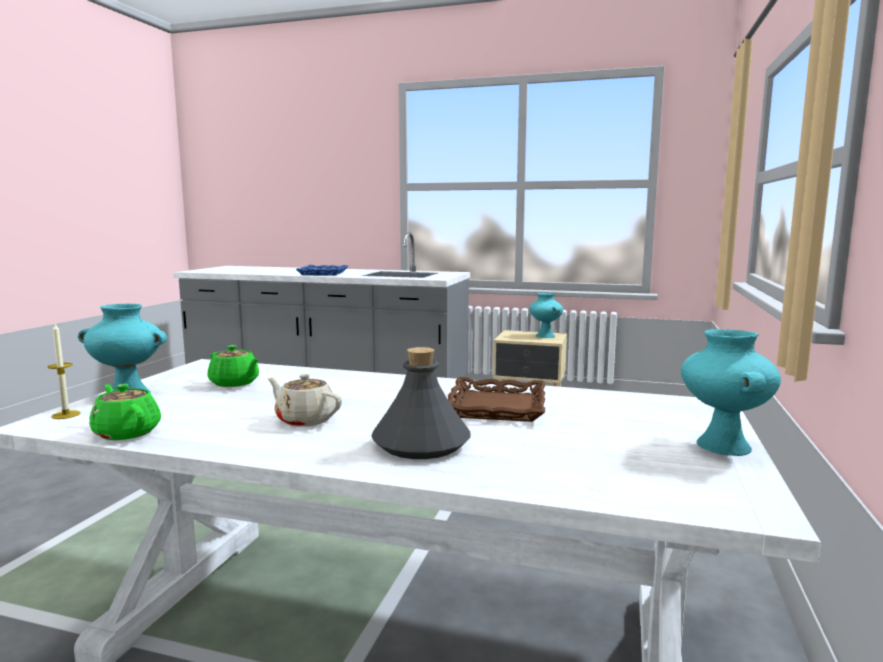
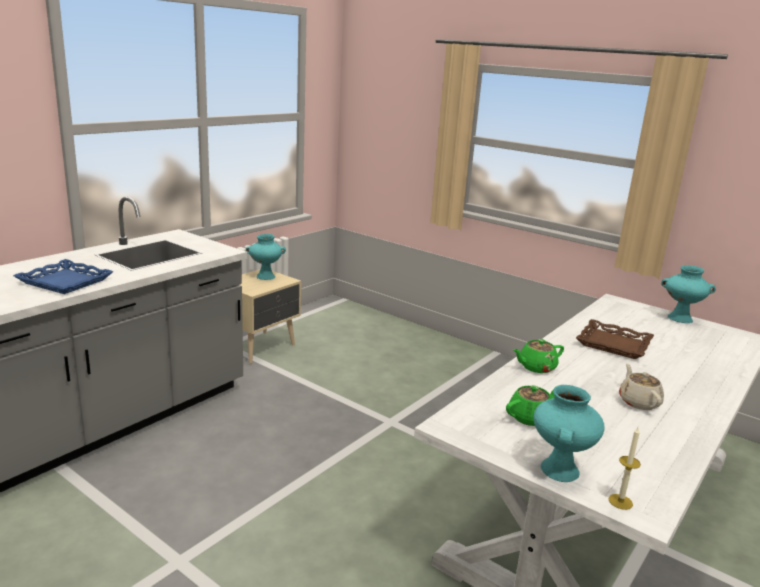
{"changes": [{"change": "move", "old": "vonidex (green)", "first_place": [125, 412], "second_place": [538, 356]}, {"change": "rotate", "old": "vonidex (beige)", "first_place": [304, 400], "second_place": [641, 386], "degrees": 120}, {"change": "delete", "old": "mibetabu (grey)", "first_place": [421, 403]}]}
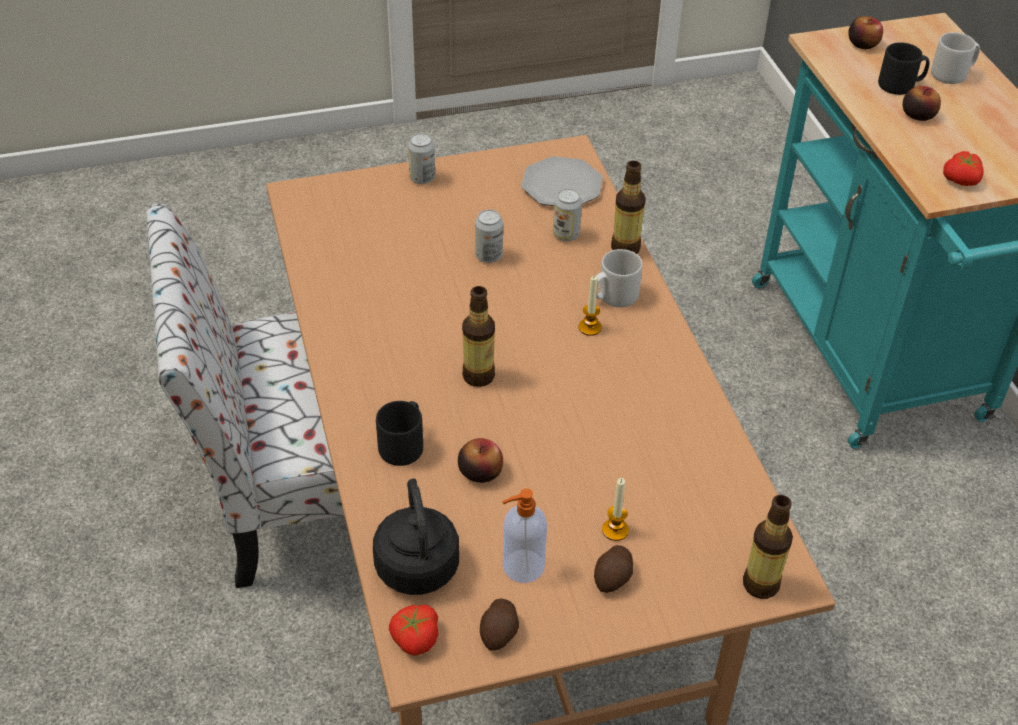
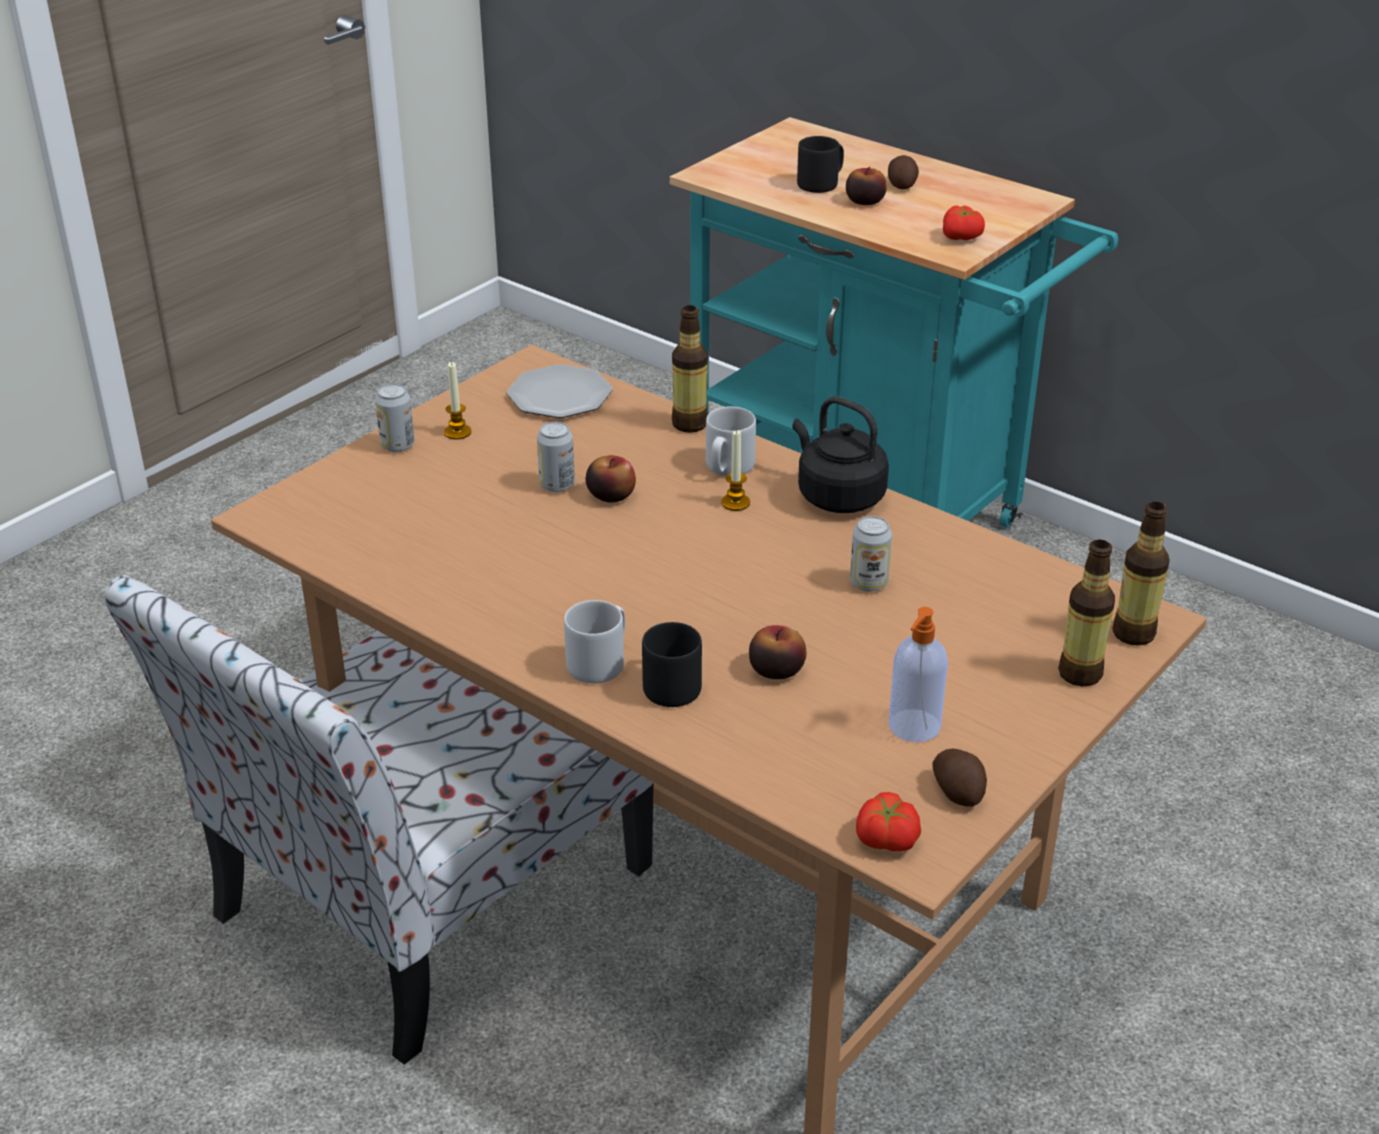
{"changes": [{"change": "move", "old": "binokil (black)", "first_place": [416, 537], "second_place": [841, 455]}, {"change": "move", "old": "mibetabu", "first_place": [478, 336], "second_place": [1086, 613]}, {"change": "move", "old": "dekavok", "first_place": [567, 215], "second_place": [871, 554]}, {"change": "move", "old": "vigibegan", "first_place": [613, 569], "second_place": [903, 172]}, {"change": "move", "old": "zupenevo", "first_place": [615, 509], "second_place": [457, 400]}, {"change": "move", "old": "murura", "first_place": [865, 32], "second_place": [611, 479]}, {"change": "move", "old": "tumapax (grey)", "first_place": [955, 58], "second_place": [594, 642]}]}
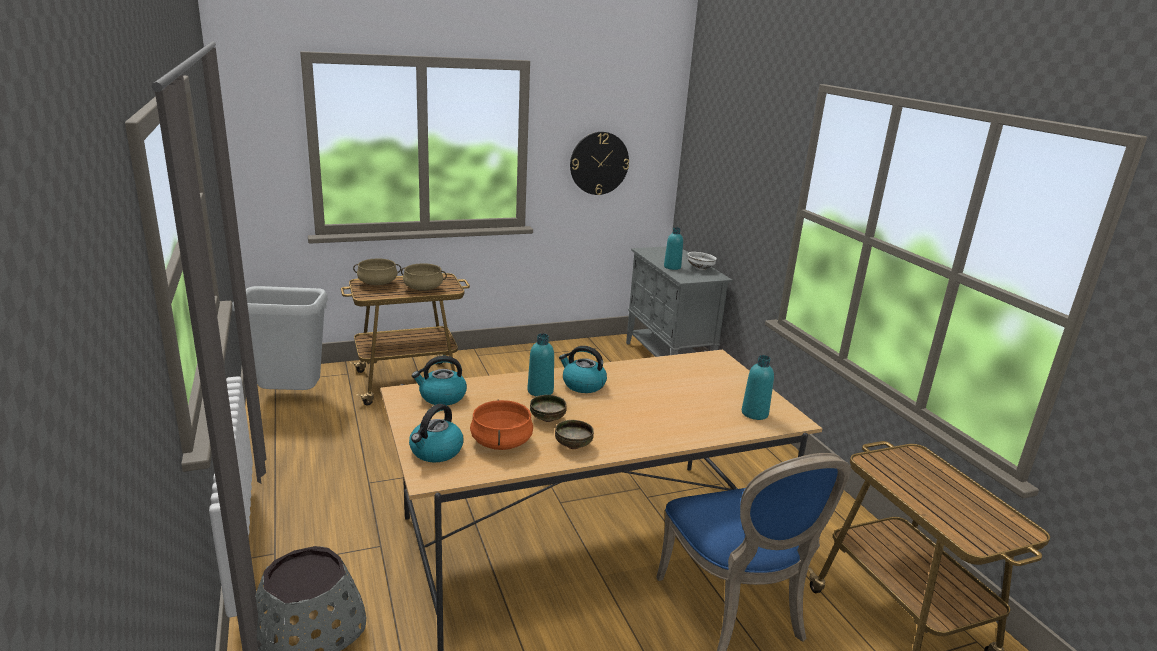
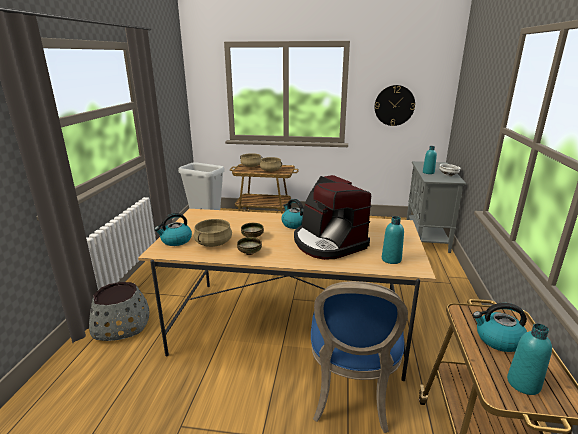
{"changes": [{"change": "move", "old": "binokil", "first_place": [439, 380], "second_place": [500, 327]}, {"change": "recolor", "old": "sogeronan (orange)", "new": "sogeronan (beige)", "first_place": [501, 425], "second_place": [213, 233]}, {"change": "move", "old": "mibetabu (turquoise)", "first_place": [541, 364], "second_place": [529, 359]}, {"change": "insert", "new": "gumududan", "second_place": [333, 217]}]}
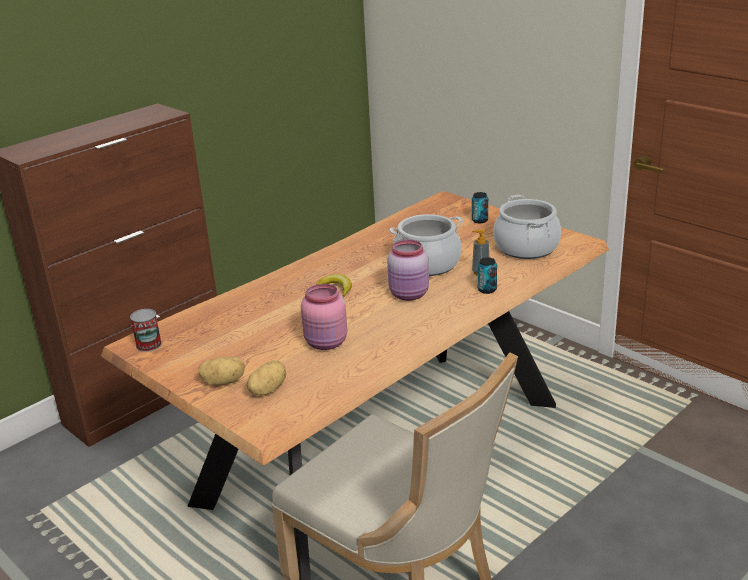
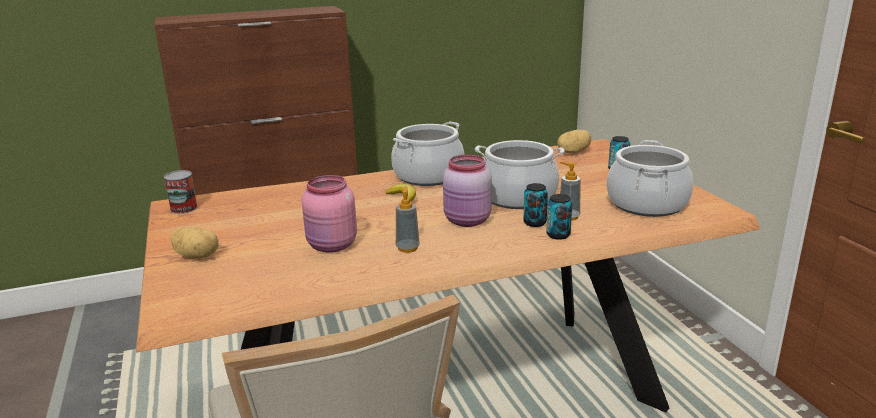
{"changes": [{"change": "move", "old": "vigibegan", "first_place": [266, 378], "second_place": [574, 142]}, {"change": "insert", "new": "sogeronan", "second_place": [428, 154]}, {"change": "insert", "new": "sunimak", "second_place": [408, 219]}, {"change": "insert", "new": "dekavok", "second_place": [535, 205]}]}
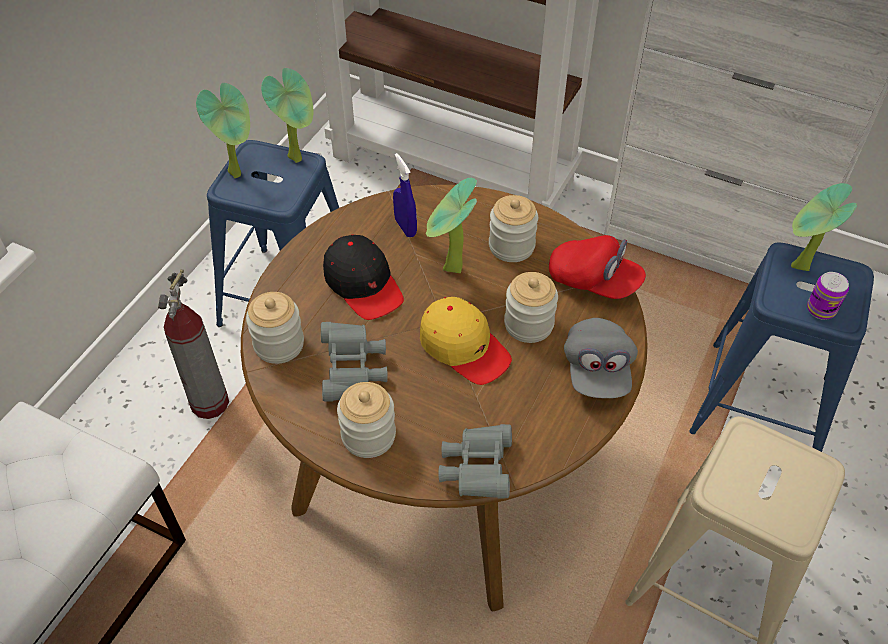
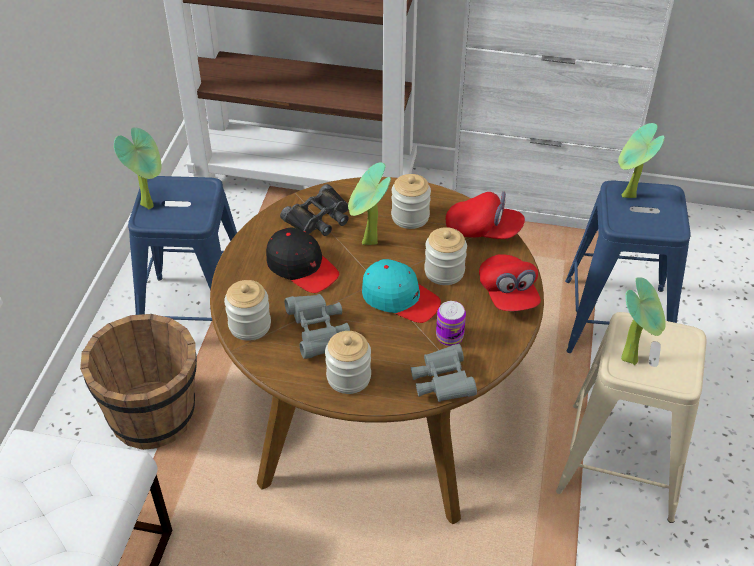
{"changes": [{"change": "replace", "old": "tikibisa", "new": "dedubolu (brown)", "first_place": [193, 344], "second_place": [138, 382]}, {"change": "move", "old": "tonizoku", "first_place": [287, 115], "second_place": [643, 321]}, {"change": "replace", "old": "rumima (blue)", "new": "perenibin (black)", "first_place": [405, 195], "second_place": [314, 210]}, {"change": "recolor", "old": "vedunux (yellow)", "new": "vedunux (turquoise)", "first_place": [466, 341], "second_place": [401, 291]}, {"change": "recolor", "old": "vedunux (grey)", "new": "vedunux (red)", "first_place": [601, 358], "second_place": [510, 282]}, {"change": "move", "old": "dekavok", "first_place": [828, 296], "second_place": [451, 323]}]}
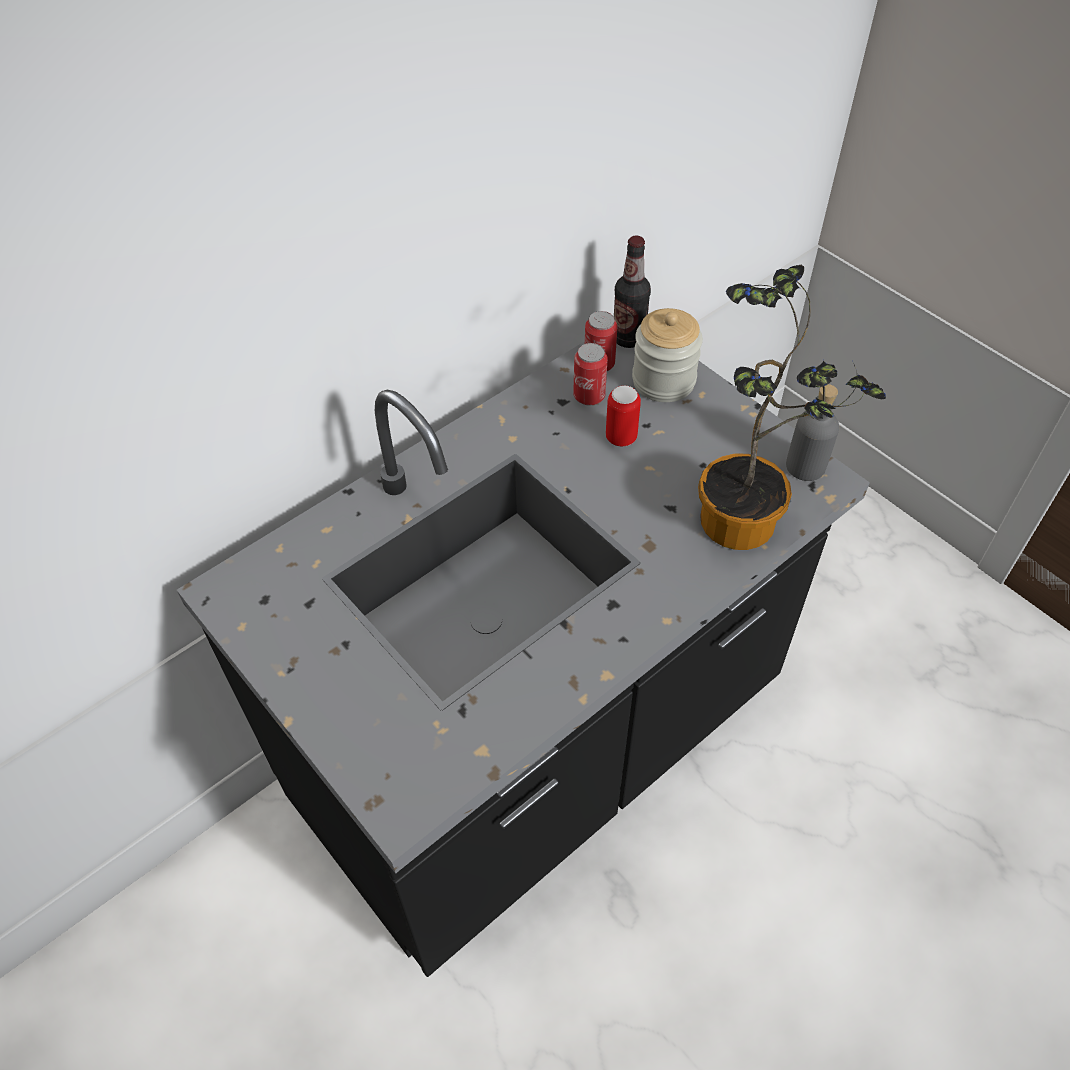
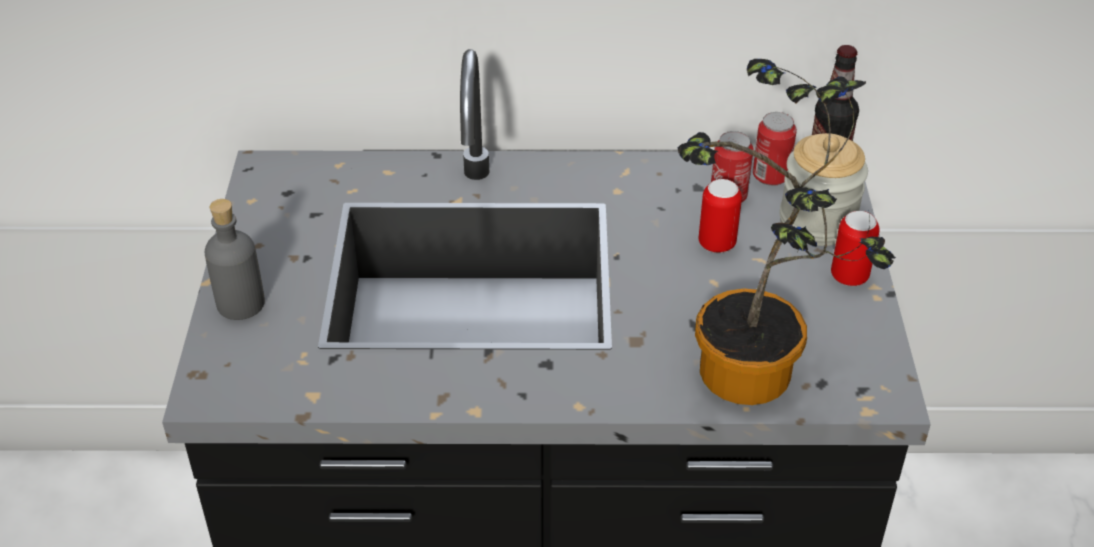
{"changes": [{"change": "move", "old": "mibetabu (grey)", "first_place": [812, 432], "second_place": [234, 259]}, {"change": "insert", "new": "dekavok", "second_place": [855, 248]}]}
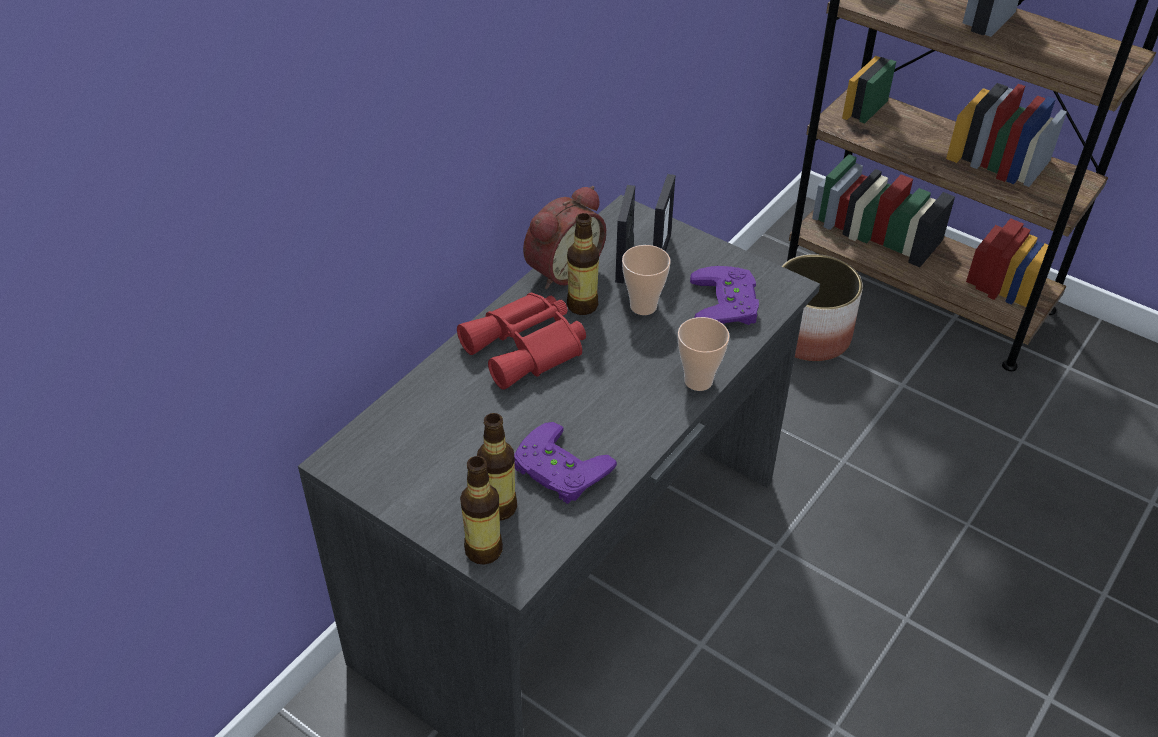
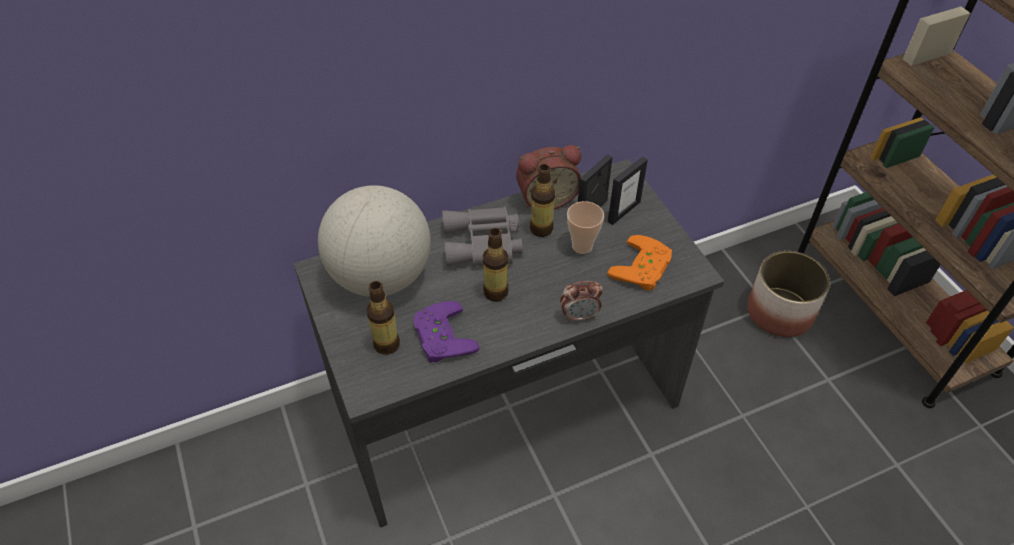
{"changes": [{"change": "recolor", "old": "perenibin (red)", "new": "perenibin (grey)", "first_place": [521, 341], "second_place": [482, 237]}, {"change": "move", "old": "mibetabu", "first_place": [481, 510], "second_place": [496, 265]}, {"change": "replace", "old": "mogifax", "new": "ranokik", "first_place": [704, 354], "second_place": [581, 301]}, {"change": "recolor", "old": "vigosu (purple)", "new": "vigosu (orange)", "first_place": [724, 295], "second_place": [639, 263]}, {"change": "insert", "new": "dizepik", "second_place": [374, 241]}]}
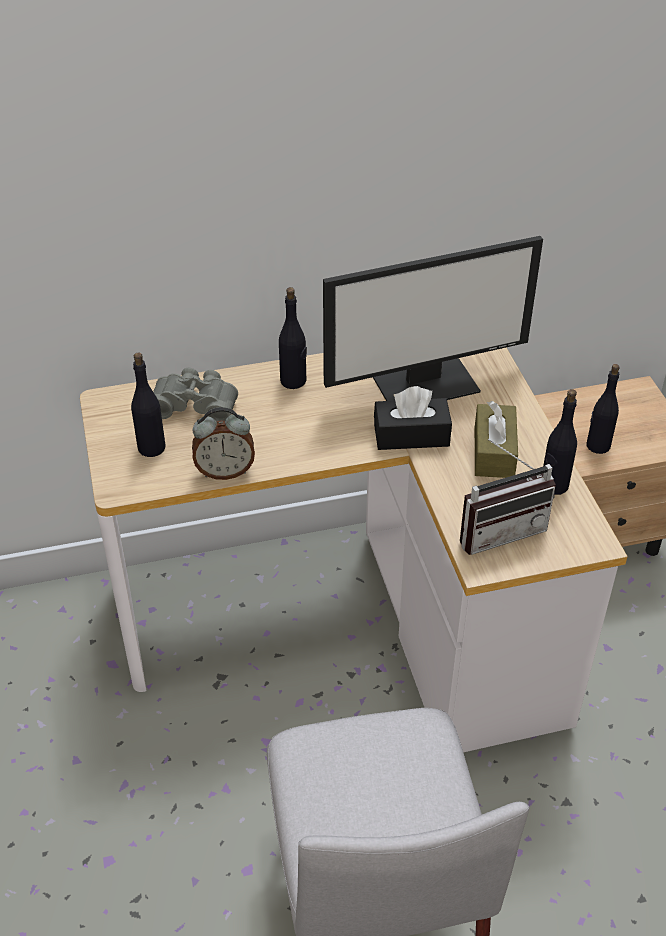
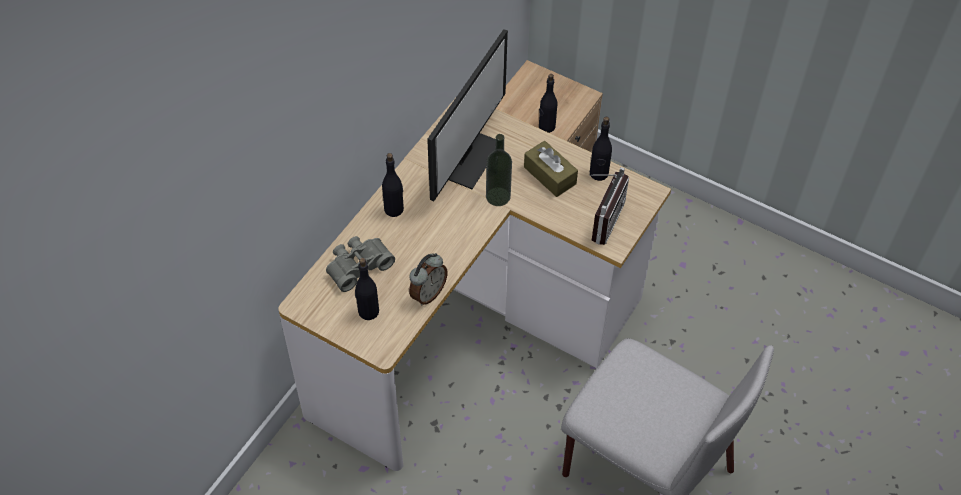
{"changes": [{"change": "replace", "old": "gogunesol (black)", "new": "mibetabu", "first_place": [413, 418], "second_place": [499, 170]}]}
